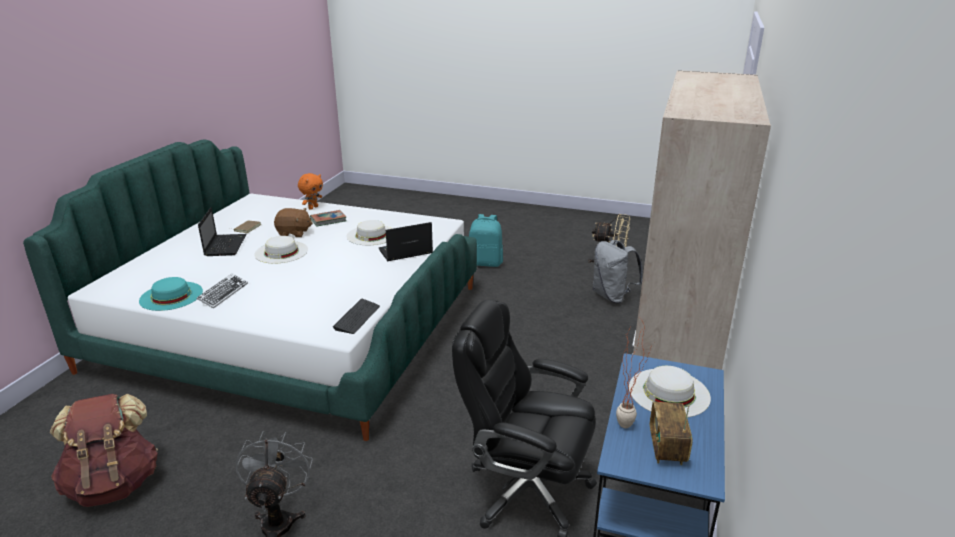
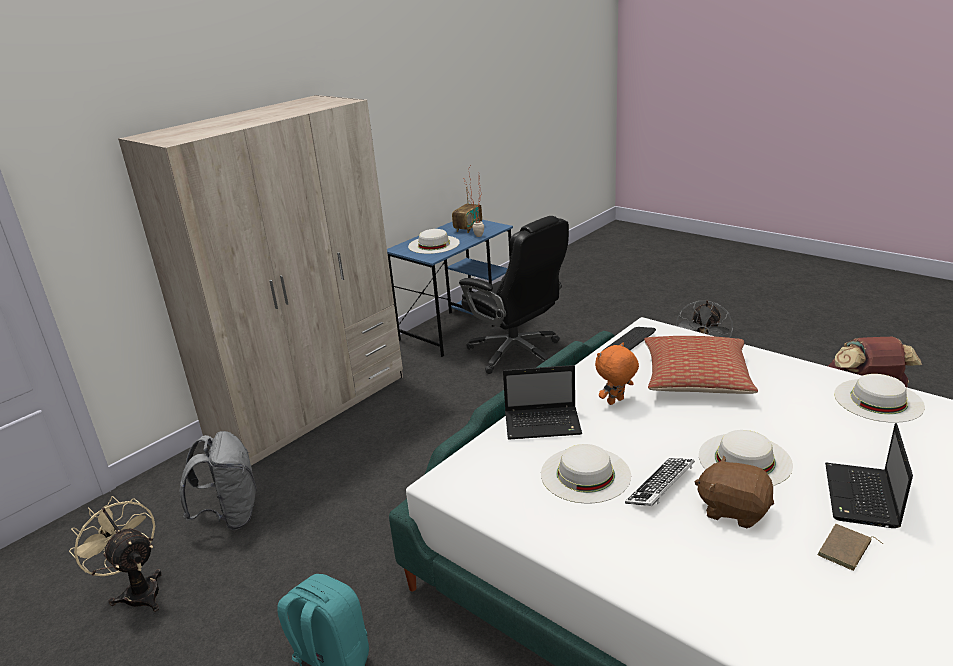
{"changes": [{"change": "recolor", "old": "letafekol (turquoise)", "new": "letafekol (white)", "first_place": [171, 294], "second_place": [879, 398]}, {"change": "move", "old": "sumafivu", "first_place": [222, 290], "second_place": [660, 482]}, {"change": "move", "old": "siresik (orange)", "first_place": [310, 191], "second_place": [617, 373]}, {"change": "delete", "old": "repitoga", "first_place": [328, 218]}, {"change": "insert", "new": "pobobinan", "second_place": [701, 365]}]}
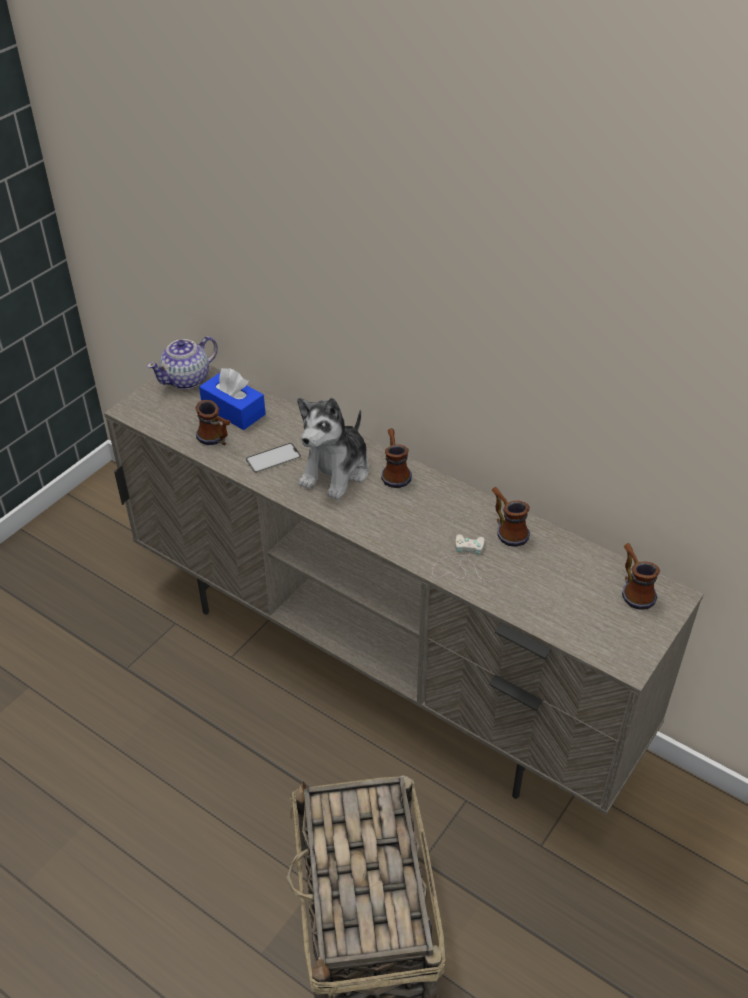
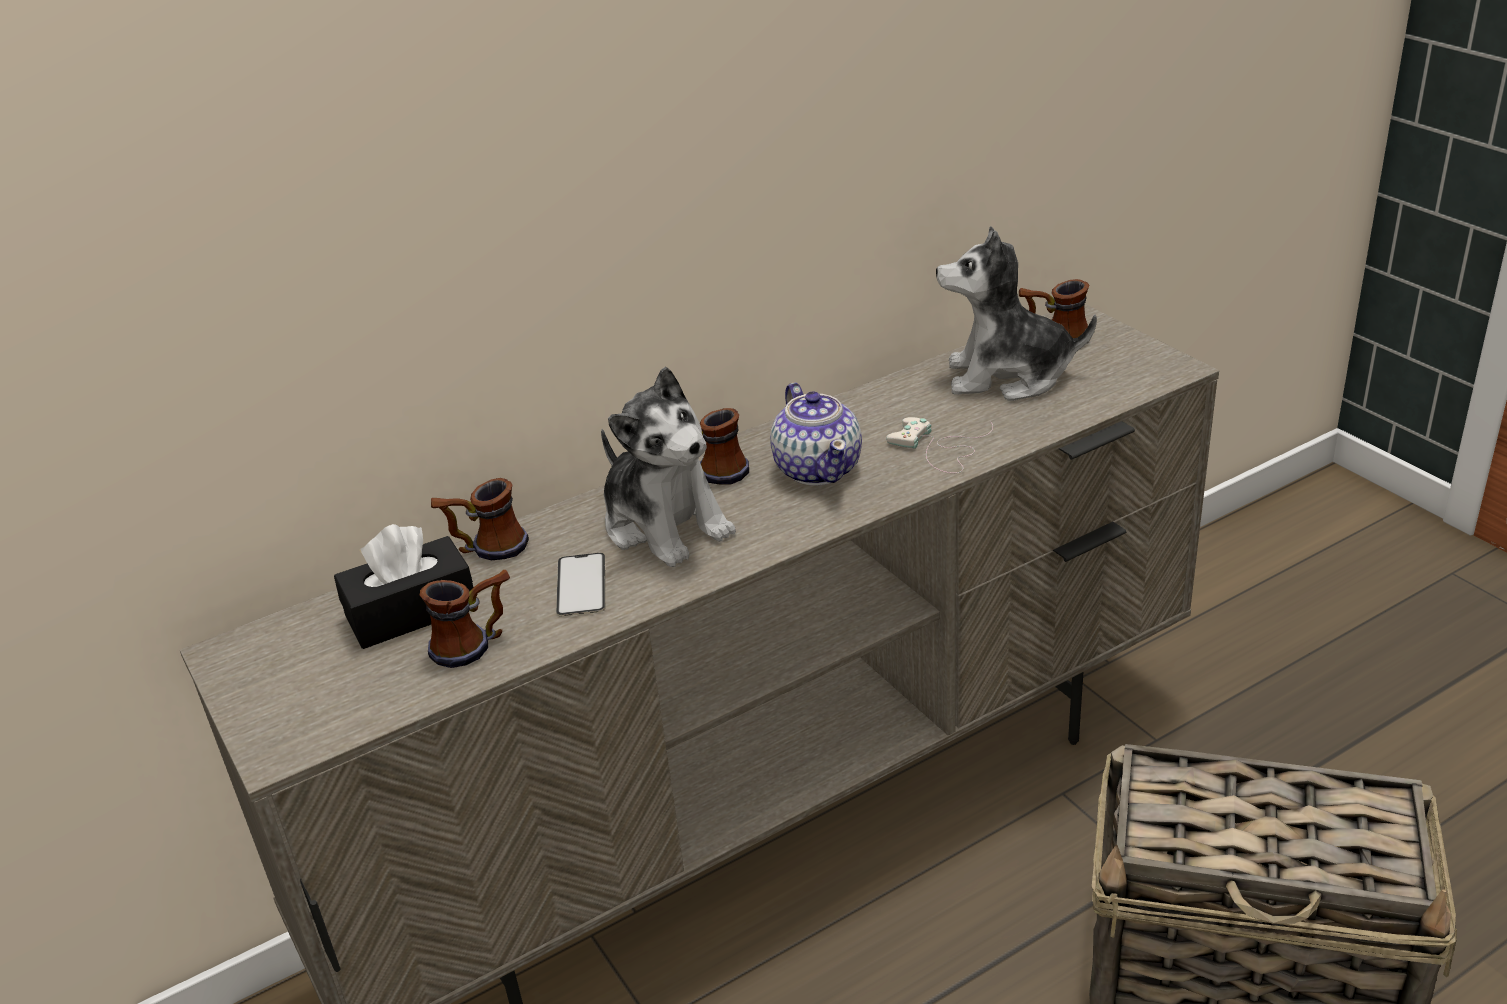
{"changes": [{"change": "move", "old": "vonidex", "first_place": [182, 362], "second_place": [816, 434]}, {"change": "recolor", "old": "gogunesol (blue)", "new": "gogunesol (black)", "first_place": [232, 399], "second_place": [403, 586]}, {"change": "move", "old": "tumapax", "first_place": [511, 517], "second_place": [480, 519]}, {"change": "insert", "new": "siresik", "second_place": [1016, 313]}]}
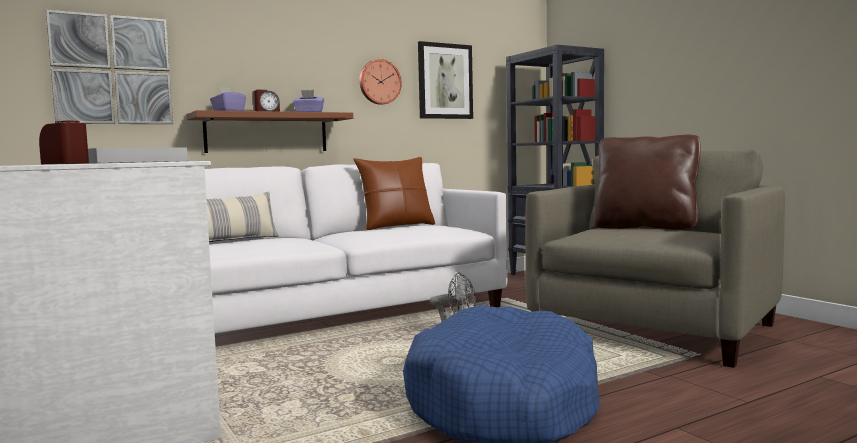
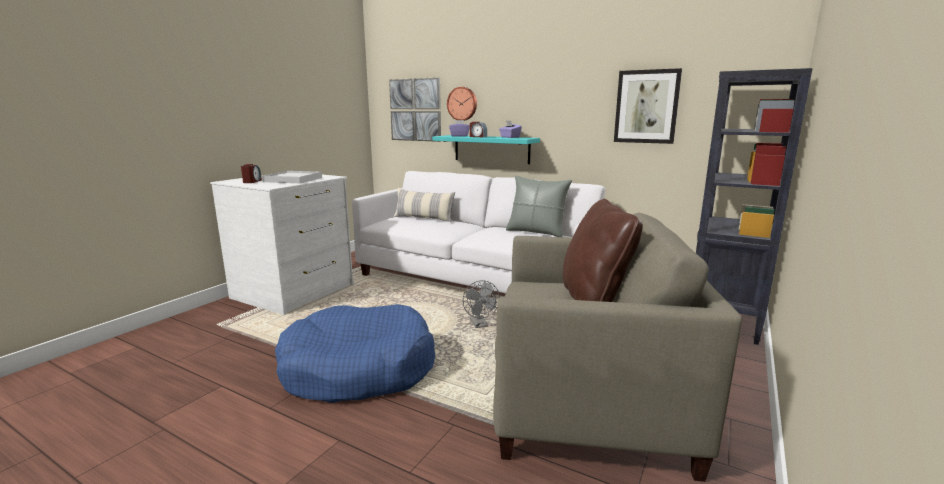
{"changes": [{"change": "recolor", "old": "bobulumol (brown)", "new": "bobulumol (turquoise)", "first_place": [270, 131], "second_place": [486, 149]}, {"change": "recolor", "old": "pobobinan (brown)", "new": "pobobinan (grey)", "first_place": [394, 193], "second_place": [539, 206]}, {"change": "move", "old": "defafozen", "first_place": [380, 82], "second_place": [462, 104]}]}
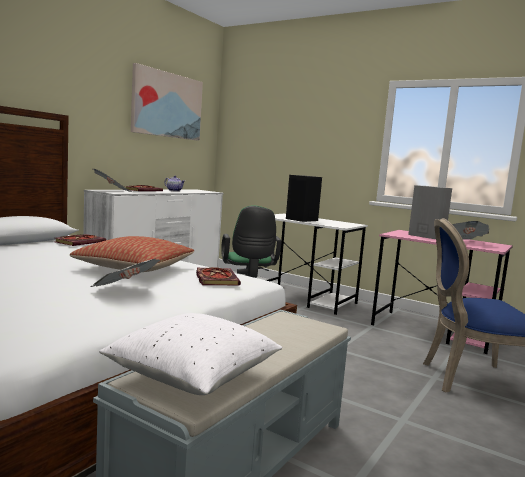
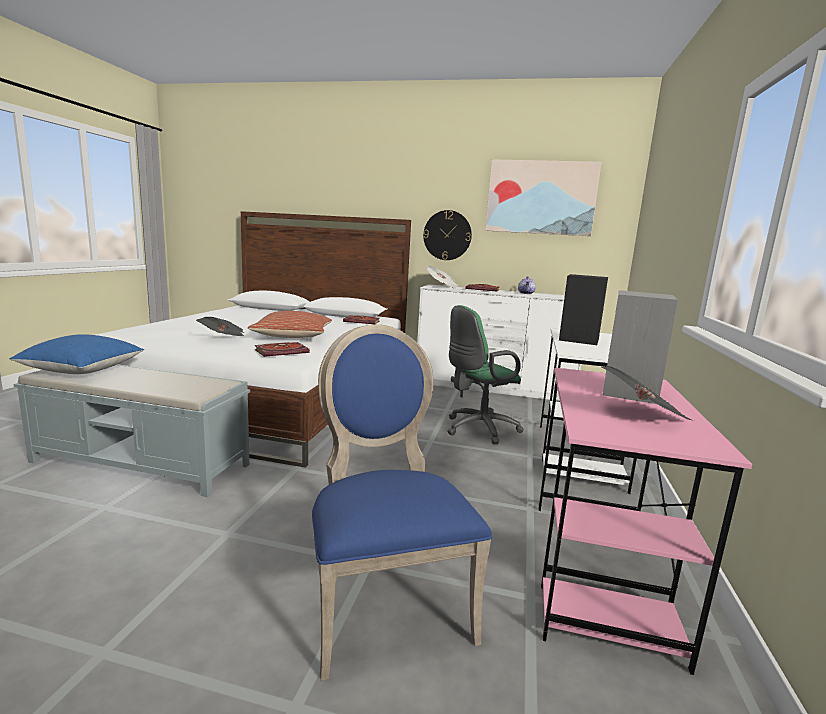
{"changes": [{"change": "recolor", "old": "pobobinan (white)", "new": "pobobinan (blue)", "first_place": [190, 354], "second_place": [76, 354]}, {"change": "insert", "new": "defafozen", "second_place": [447, 235]}]}
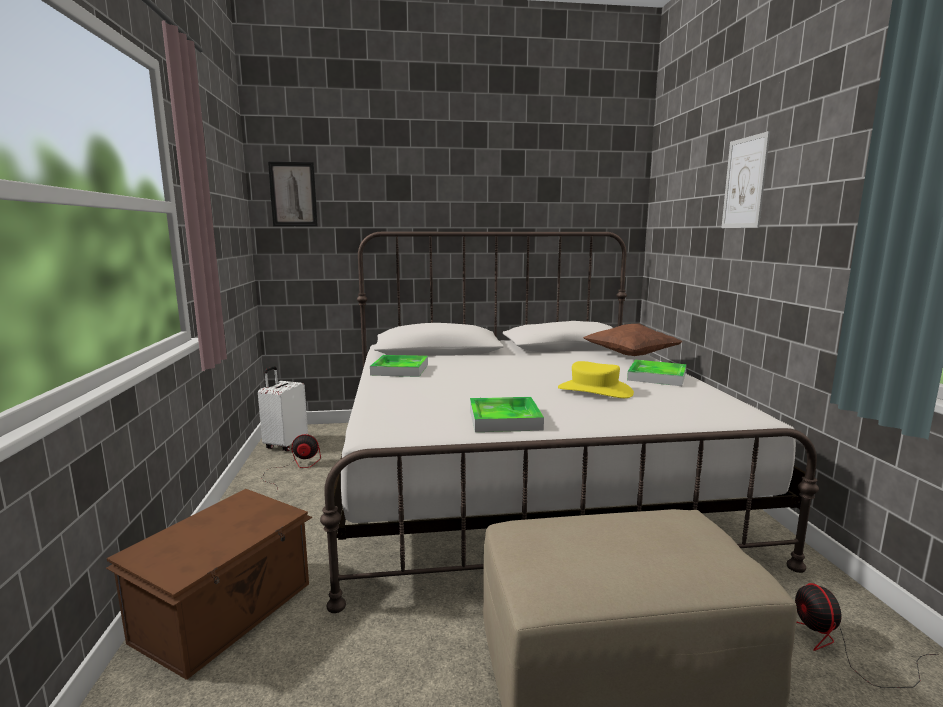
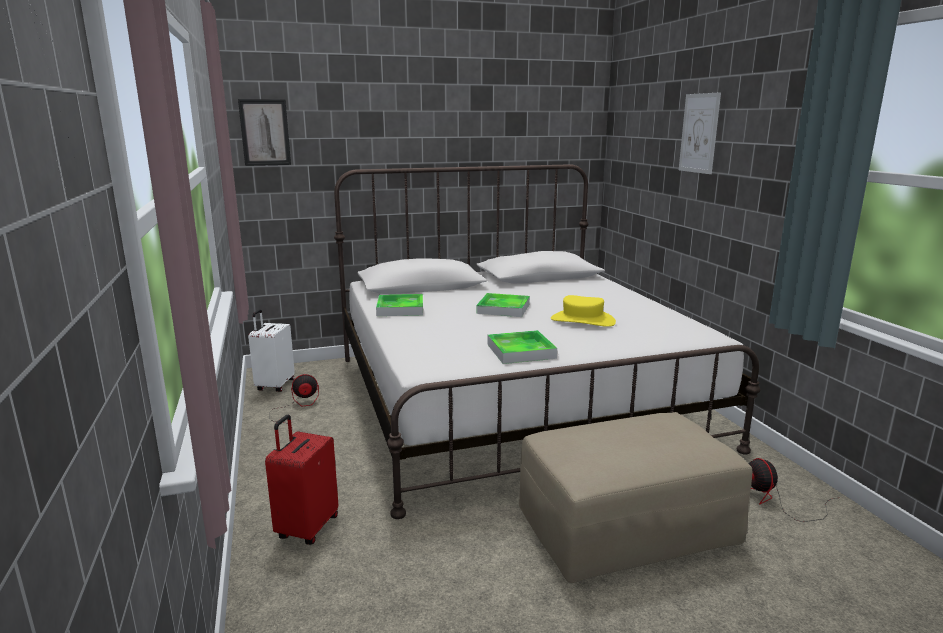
{"changes": [{"change": "replace", "old": "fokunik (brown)", "new": "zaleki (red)", "first_place": [209, 584], "second_place": [301, 480]}, {"change": "delete", "old": "pobobinan (brown)", "first_place": [632, 340]}, {"change": "move", "old": "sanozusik", "first_place": [656, 373], "second_place": [503, 305]}]}
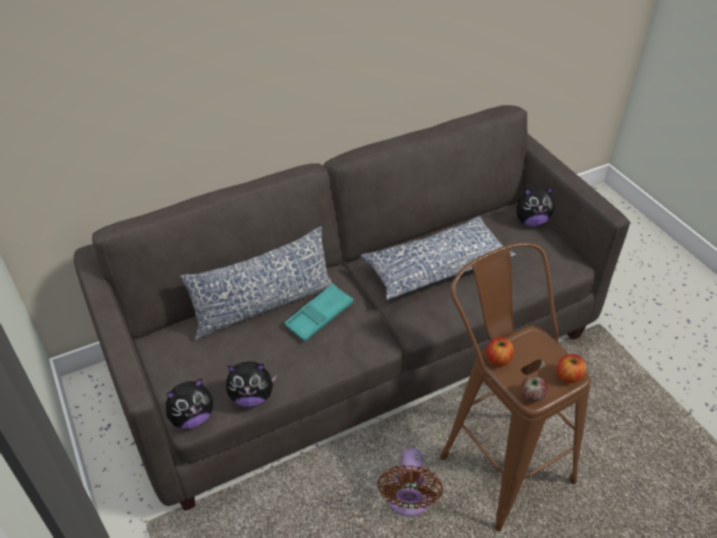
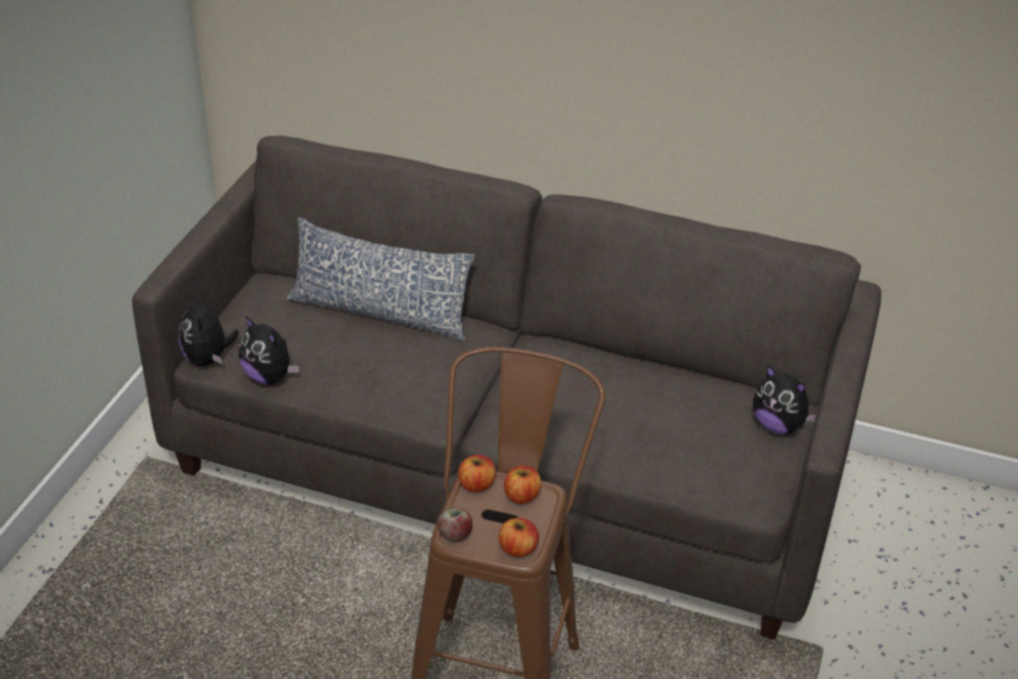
{"changes": [{"change": "rotate", "old": "siresik", "first_place": [189, 404], "second_place": [208, 330], "degrees": 60}, {"change": "delete", "old": "sanozusik (turquoise)", "first_place": [318, 313]}, {"change": "delete", "old": "pobobinan", "first_place": [439, 258]}, {"change": "delete", "old": "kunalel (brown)", "first_place": [410, 482]}, {"change": "insert", "new": "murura", "second_place": [522, 485]}]}
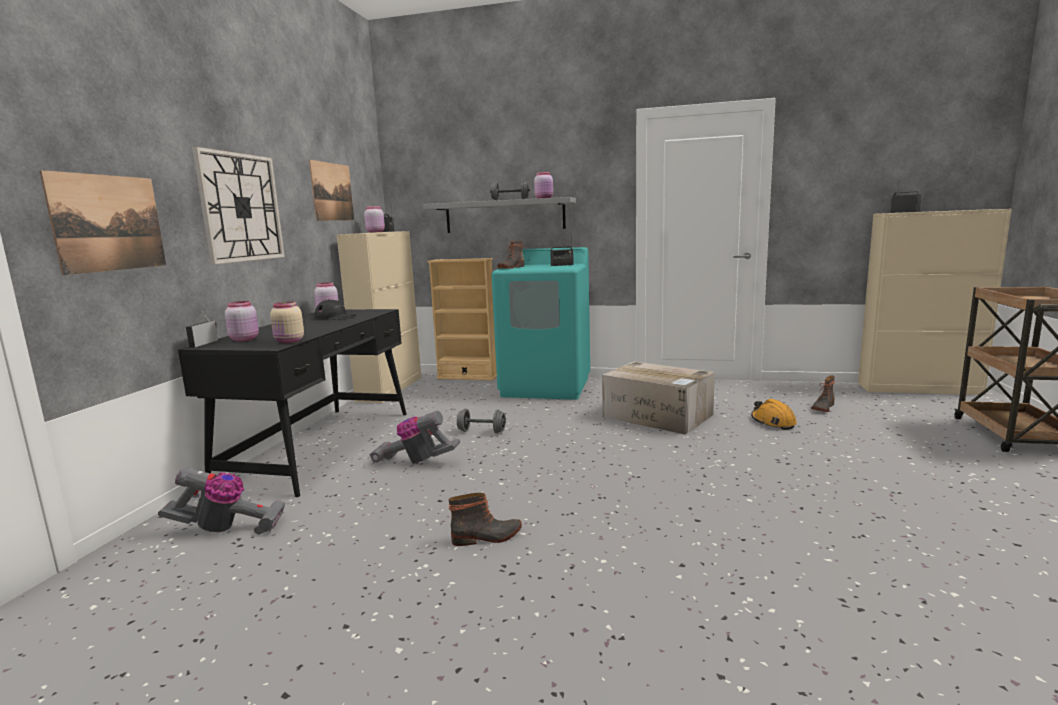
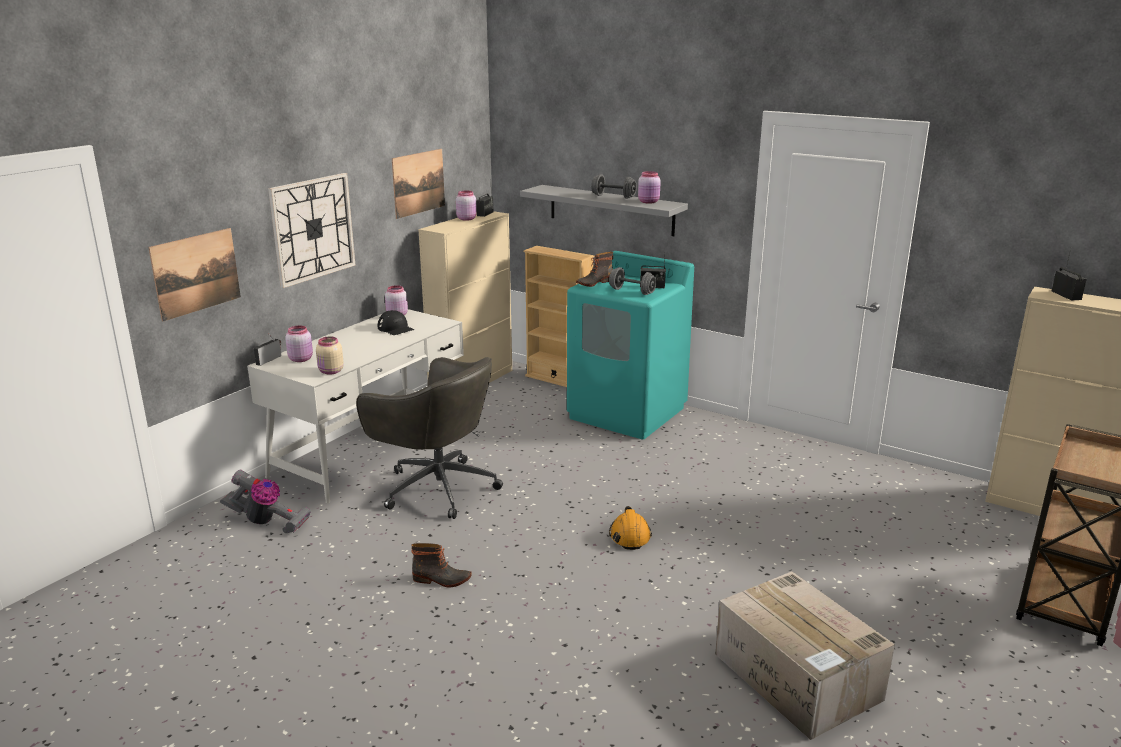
{"changes": [{"change": "recolor", "old": "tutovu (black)", "new": "tutovu (white)", "first_place": [292, 403], "second_place": [355, 406]}, {"change": "replace", "old": "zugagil", "new": "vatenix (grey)", "first_place": [415, 437], "second_place": [429, 438]}, {"change": "move", "old": "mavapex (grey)", "first_place": [481, 421], "second_place": [633, 281]}, {"change": "move", "old": "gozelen", "first_place": [658, 398], "second_place": [805, 655]}, {"change": "move", "old": "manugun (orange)", "first_place": [774, 414], "second_place": [630, 528]}, {"change": "delete", "old": "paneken", "first_place": [823, 393]}]}
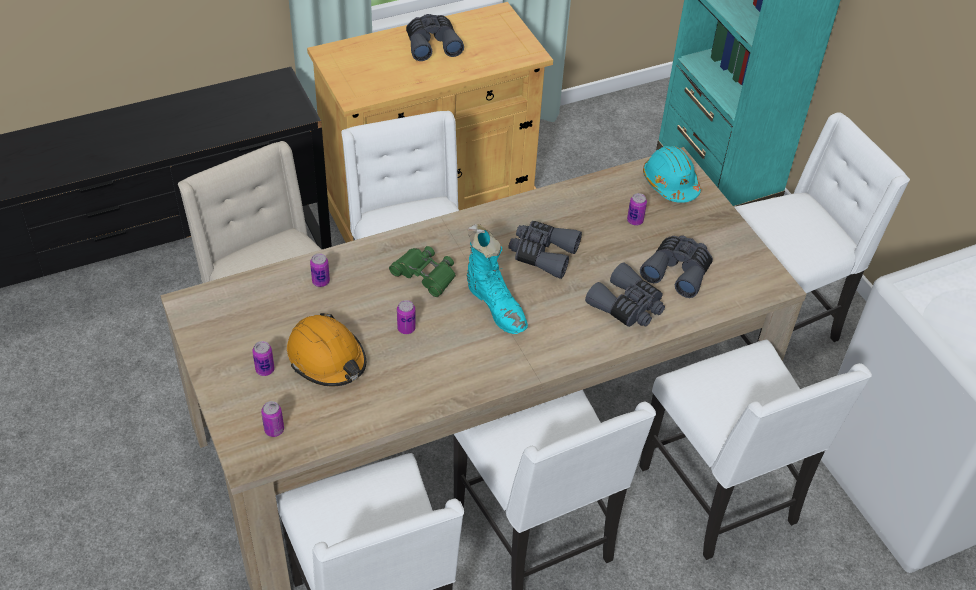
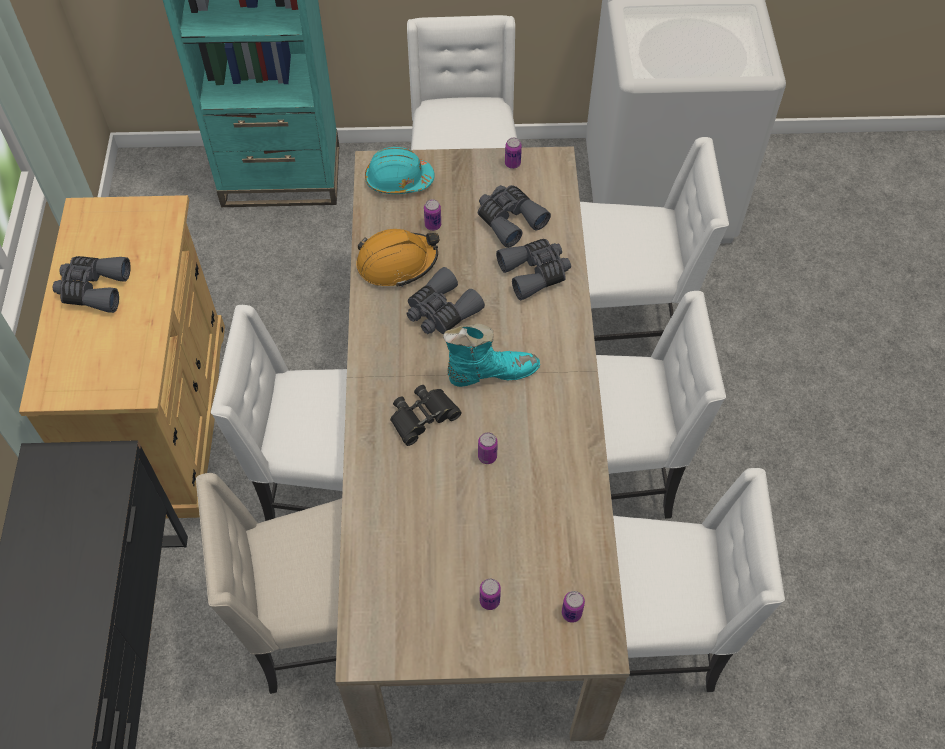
{"changes": [{"change": "move", "old": "manugun (orange)", "first_place": [326, 350], "second_place": [397, 258]}, {"change": "move", "old": "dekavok", "first_place": [320, 270], "second_place": [513, 153]}, {"change": "recolor", "old": "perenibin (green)", "new": "perenibin (black)", "first_place": [422, 271], "second_place": [426, 415]}]}
